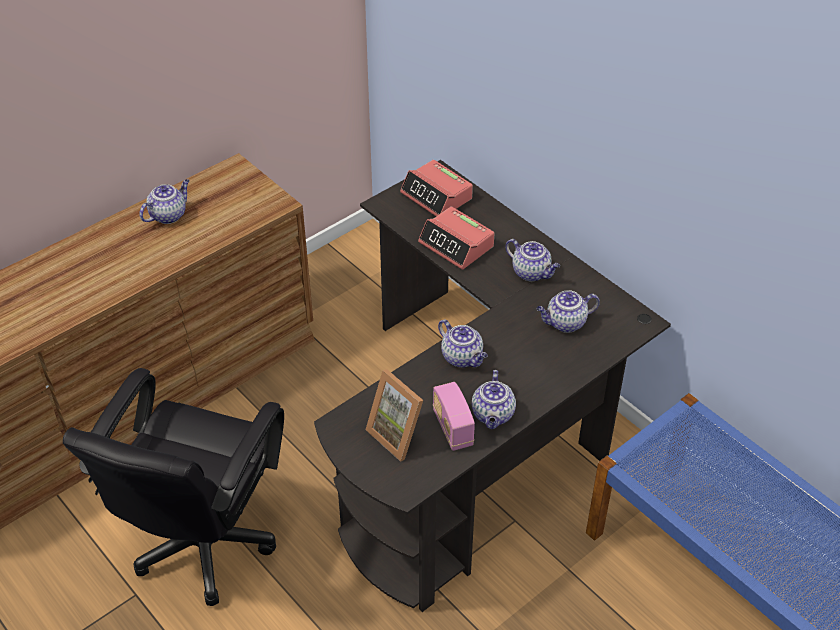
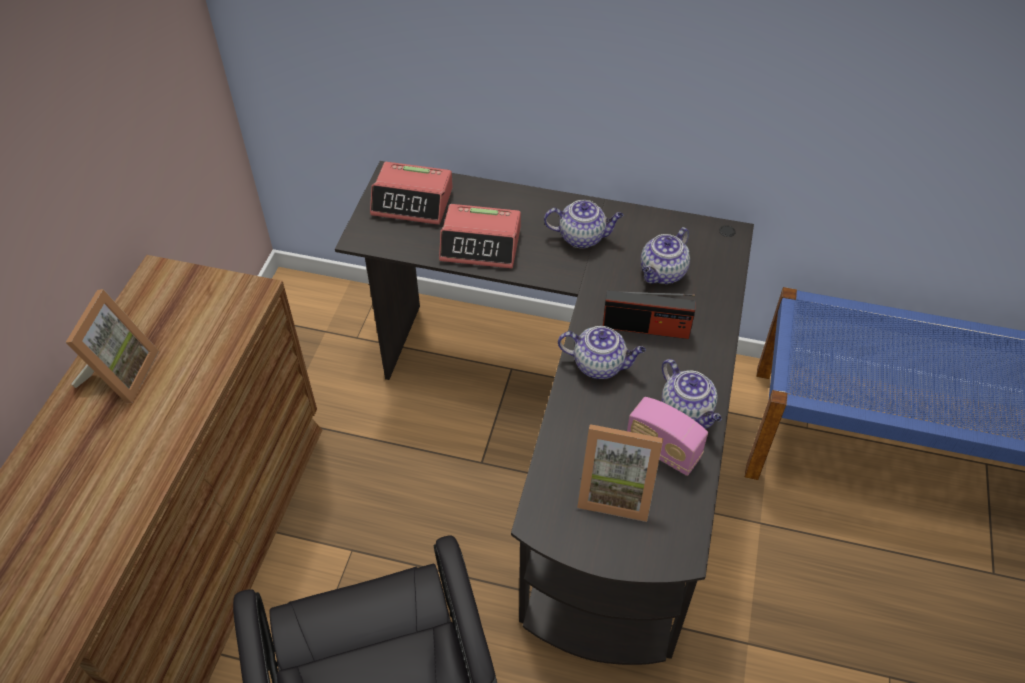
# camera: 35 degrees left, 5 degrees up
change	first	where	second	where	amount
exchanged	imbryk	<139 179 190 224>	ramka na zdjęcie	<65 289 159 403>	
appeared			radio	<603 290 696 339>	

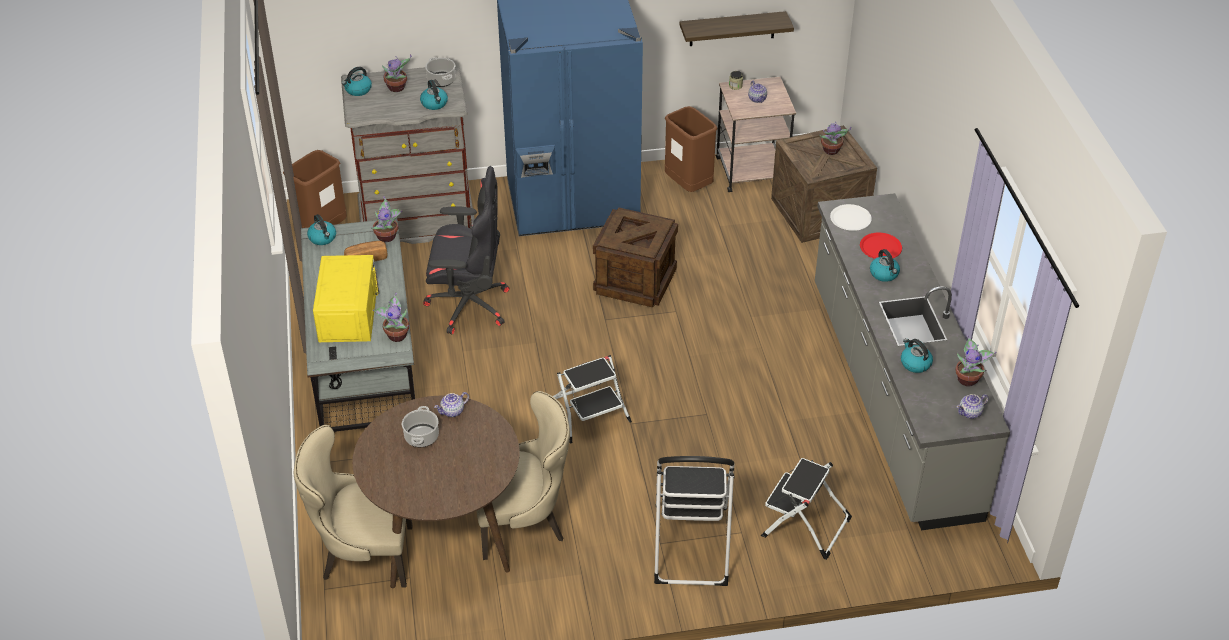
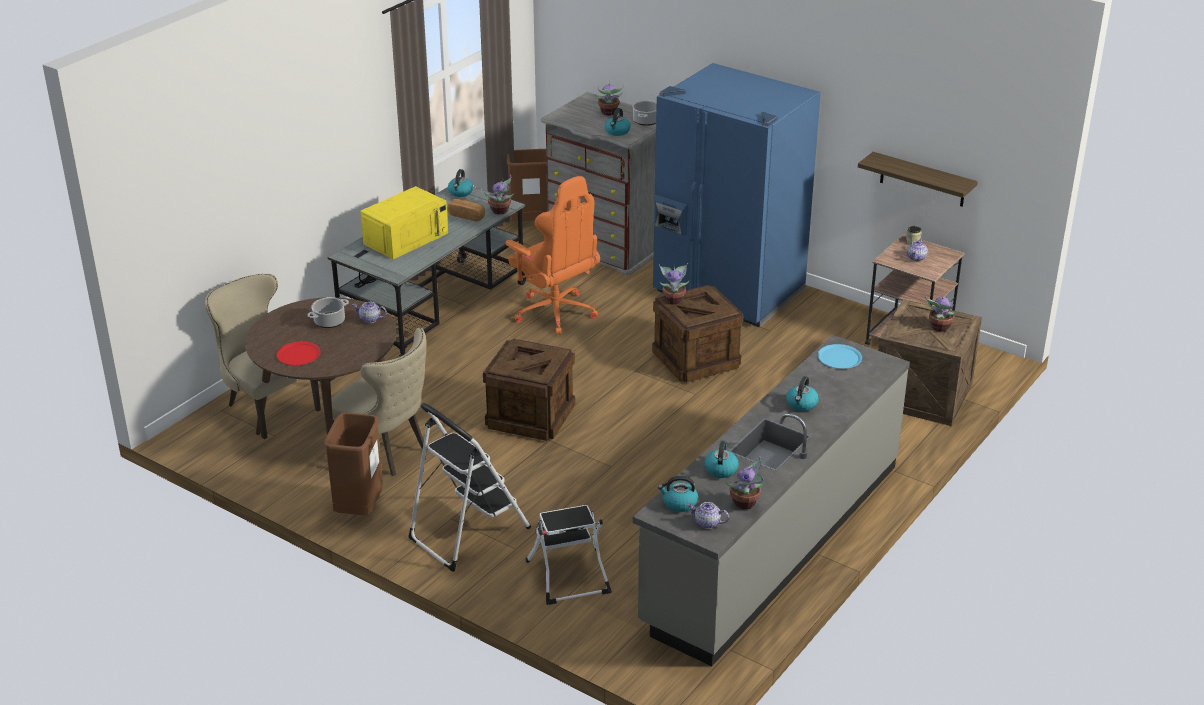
# camera: 45 degrees right, 10 degrees down
change	first	where	second	where	amount
relocated	czajnik	<342 67 372 96>		<658 476 698 512>	
relocated	roślina doniczkowa	<373 292 409 342>		<659 263 690 305>	
colour	krzesło biurowe (czarny)	<423 166 510 334>	krzesło biurowe (pomarańczowy)	<506 176 600 335>	
exchanged	drabinka	<553 355 632 444>	skrzynka	<483 339 575 441>	
relocated	kosz na śmieci (brązowy)	<665 106 718 192>		<324 412 383 515>	
colour	talerz (biały)	<830 204 872 231>	talerz (niebieski)	<818 344 862 369>	
relocated	talerz (czerwony)	<860 233 902 259>		<277 341 321 365>	

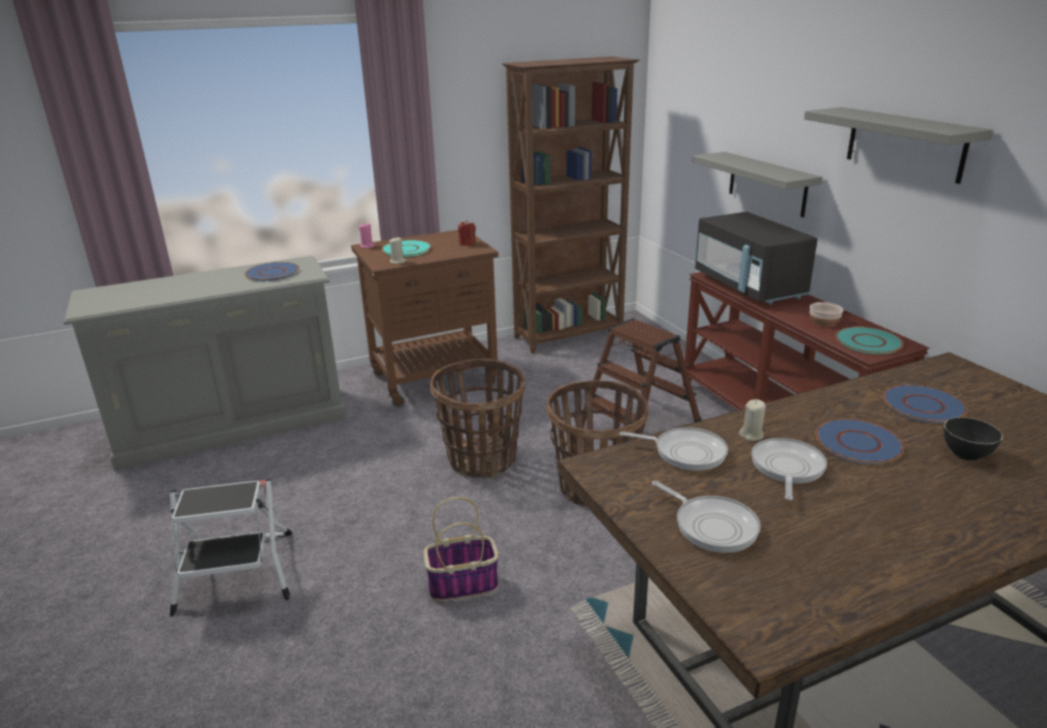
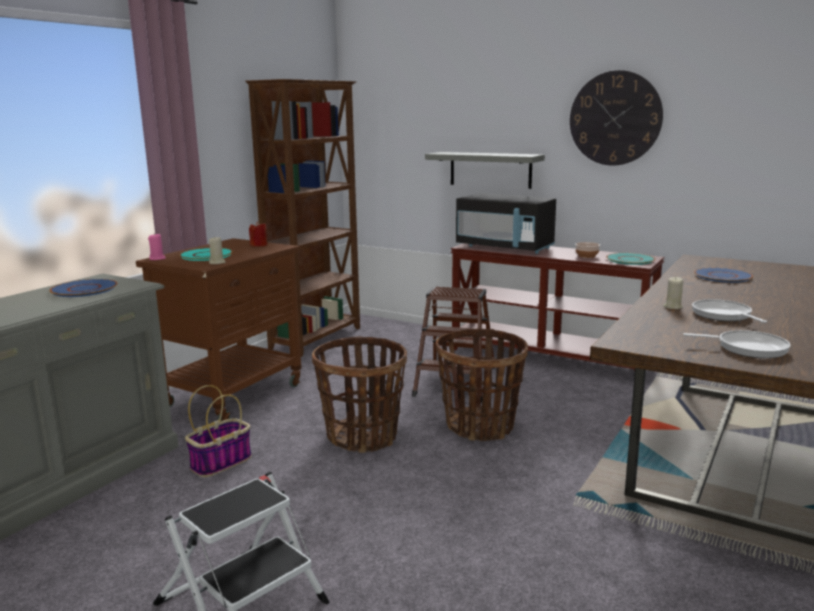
# camera: 35 degrees left, 10 degrees down
change	first	where	second	where	amount
relocated	koszyk	<424 497 499 601>		<185 385 252 477>	
missing	patelnia	<620 427 728 471>			
exchanged	półka (szary)	<804 107 993 184>	zegar ścienny	<570 70 663 166>	
missing	talerz (niebieski)	<815 419 904 464>			
missing	miska (czarny)	<944 417 1003 461>			

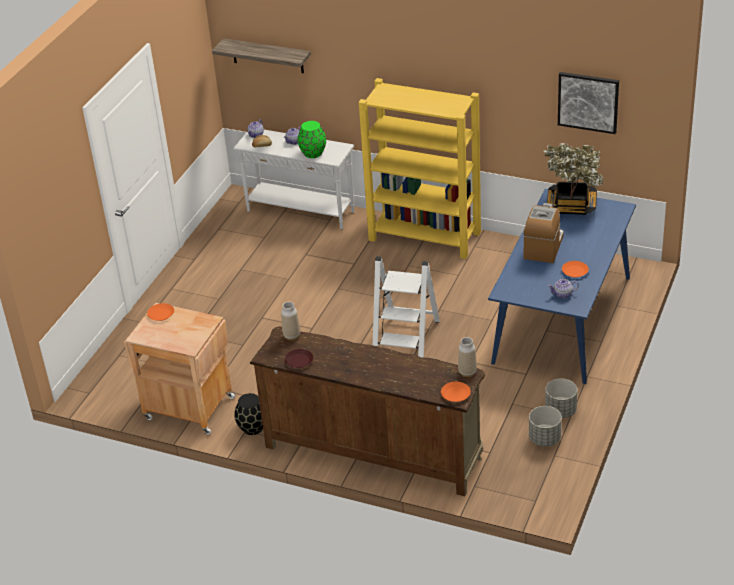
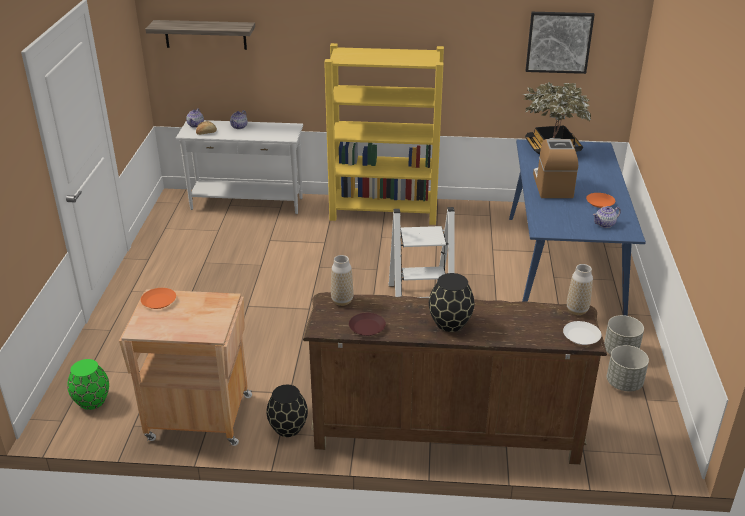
# camera: 20 degrees left, 5 degrees down
change	first	where	second	where	amount
relocated	wazon (zielony)	<298 121 326 158>		<67 359 109 410>	
colour	talerz (pomarańczowy)	<441 382 471 402>	talerz (biały)	<563 321 601 345>	
appeared			wazon (czarny)	<429 273 474 332>	

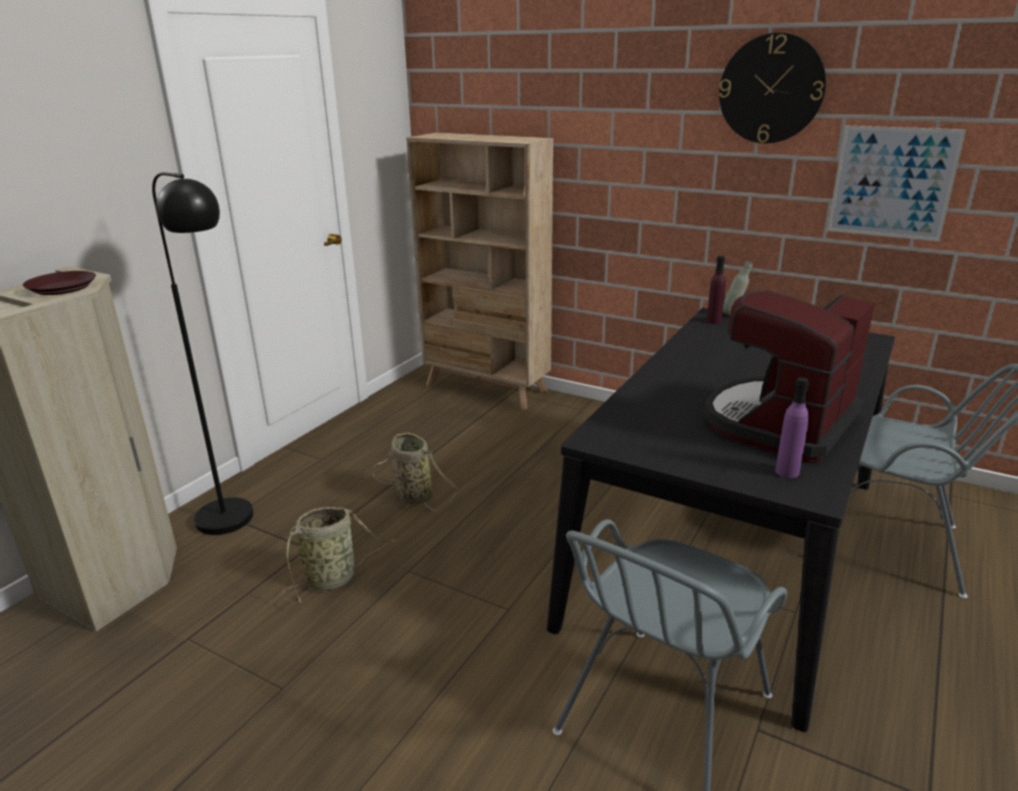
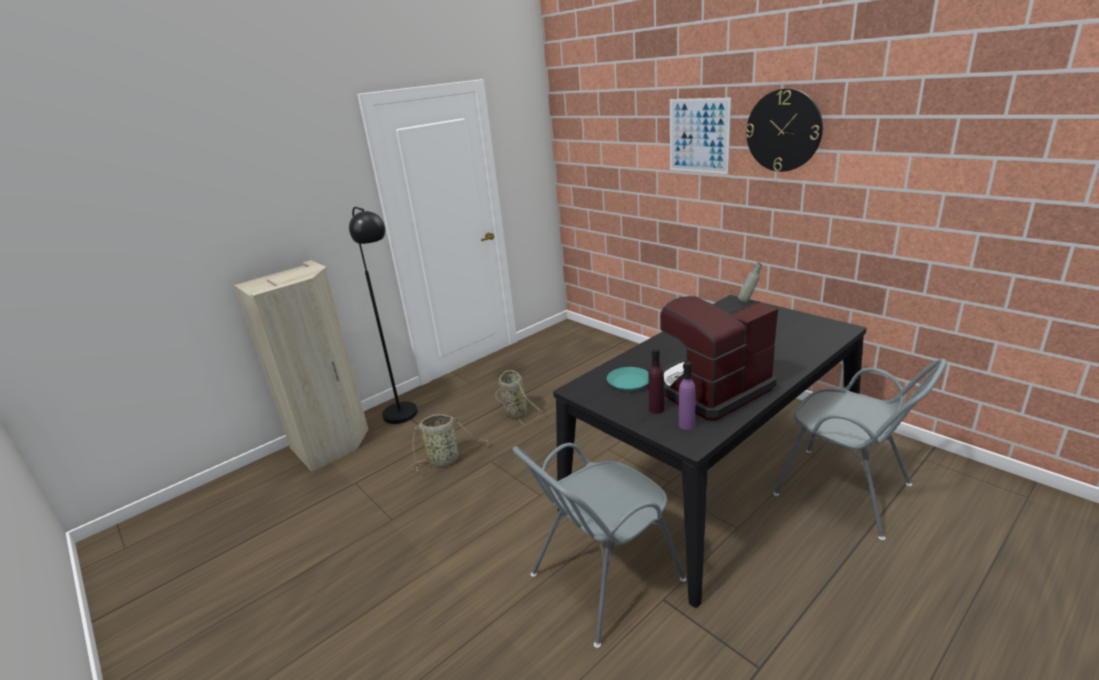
# camera: 20 degrees right, 0 degrees up
change	first	where	second	where	amount
missing	talerz (brązowy)	<23 271 96 295>			
missing	regał (beżowy)	<406 132 553 410>			
relocated	butelka (fioletowy)	<707 256 726 324>		<648 348 664 414>	
relocated	obraz	<827 125 966 242>		<670 97 731 174>	
appeared			talerz (turkusowy)	<607 367 649 391>	

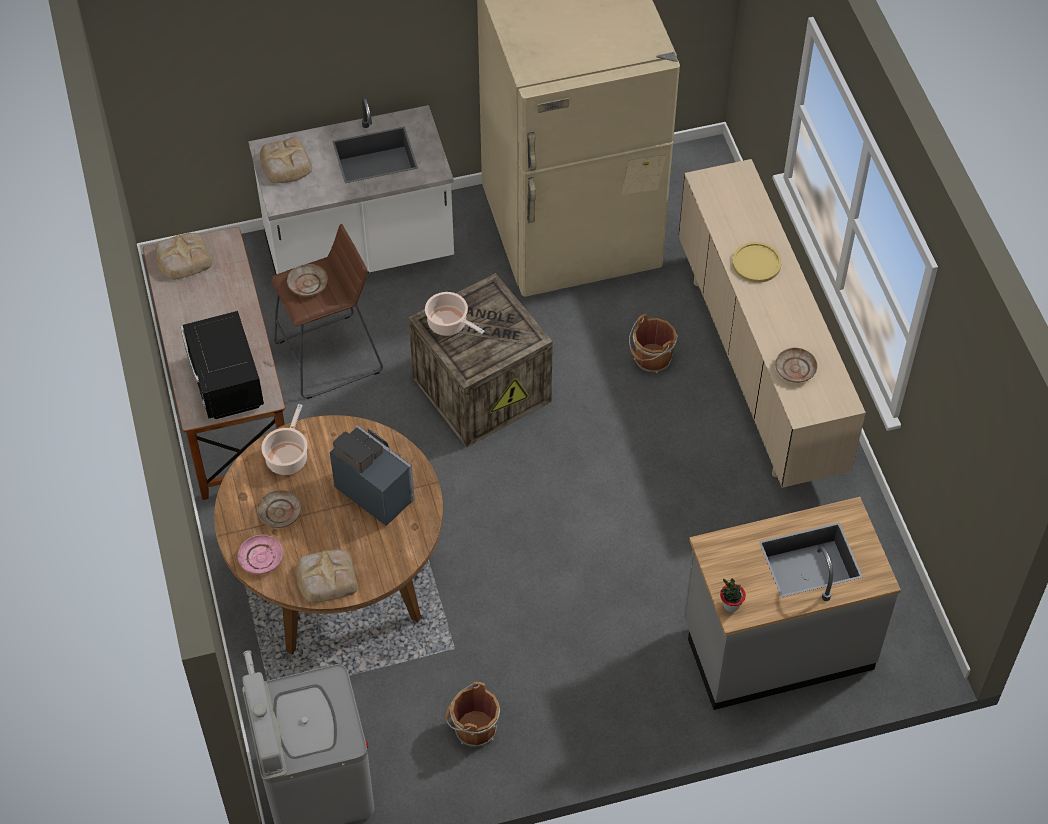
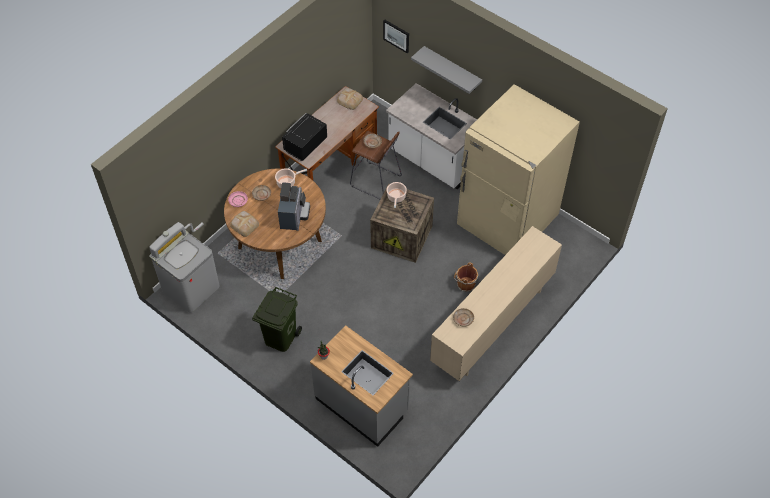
# camera: 55 degrees right, 0 degrees up
change	first	where	second	where	amount
missing	chleb	<260 137 312 183>			
missing	wiadro (brązowy)	<445 682 500 747>			
missing	talerz (żółty)	<732 242 781 283>			
appeared			kosz na śmieci (zielony)	<252 287 302 352>	
appeared			obraz	<383 19 409 53>	
appeared			półka (szary)	<411 46 482 94>	

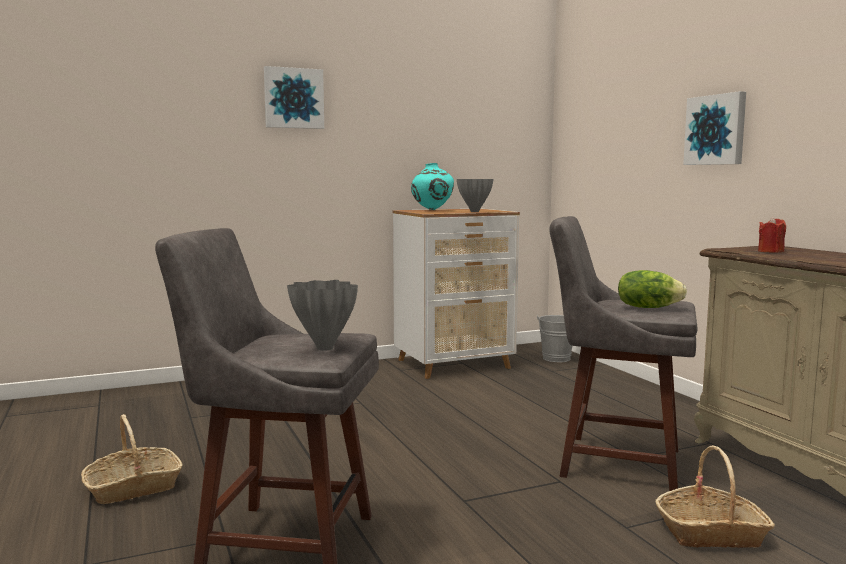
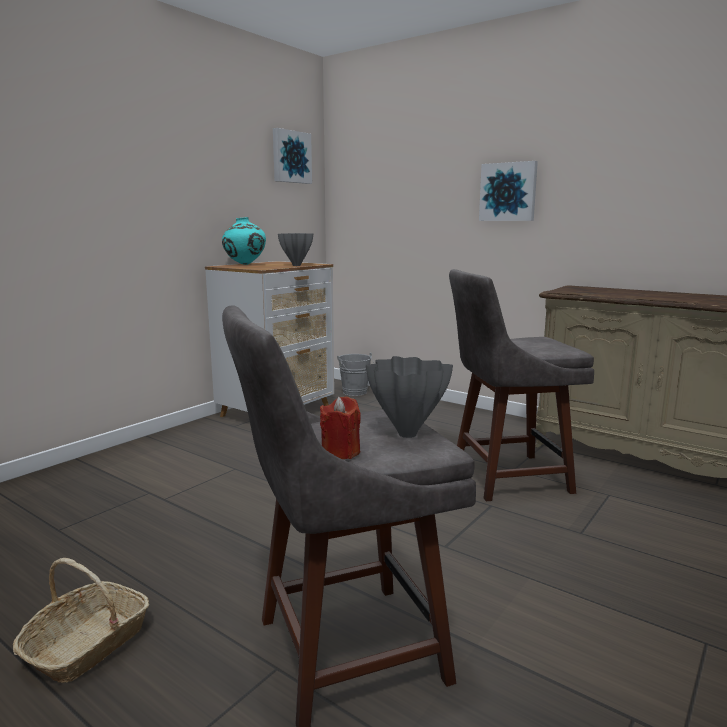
# camera: 30 degrees left, 5 degrees up
change	first	where	second	where	amount
relocated	obraz	<264 66 324 129>		<273 128 312 184>	
missing	sałata	<618 270 687 308>			
missing	koszyk	<656 445 775 548>			
relocated	świeca (czerwony)	<758 216 786 253>		<320 397 361 459>	

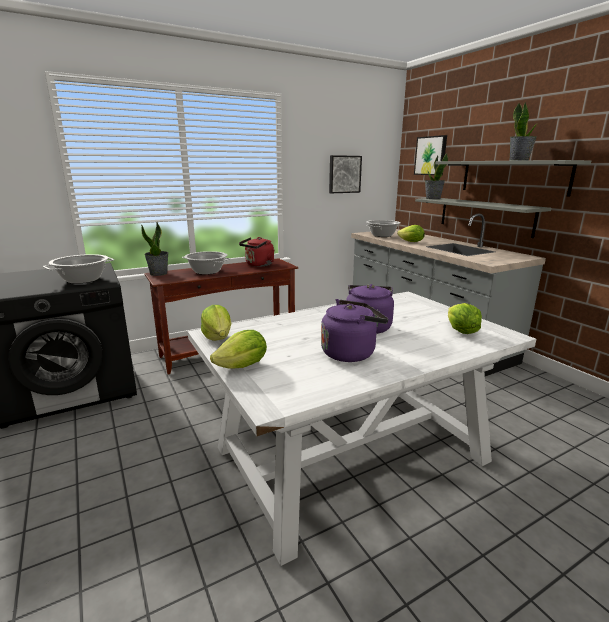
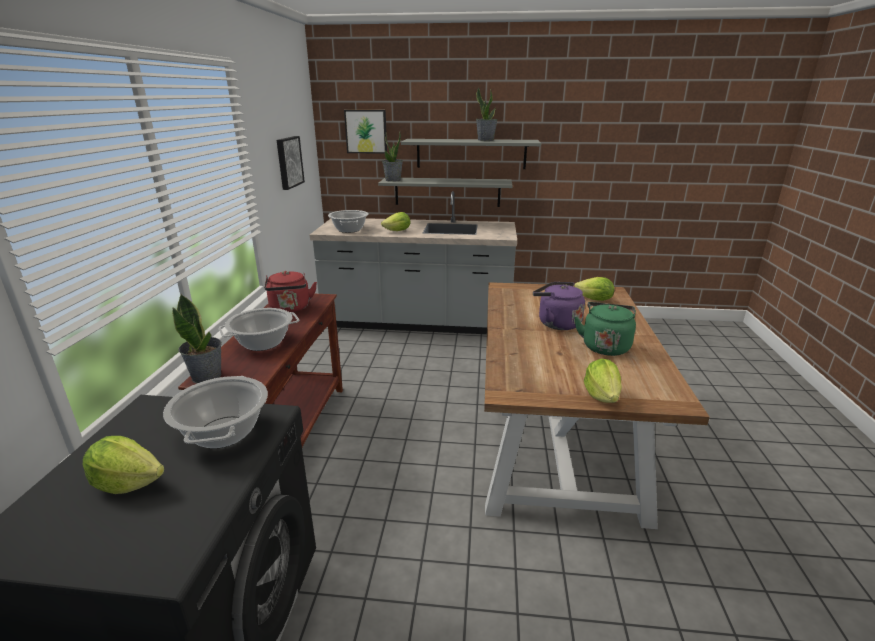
# camera: 55 degrees left, 5 degrees up
change	first	where	second	where	amount
colour	stół jadalny (biały)	<188 291 536 566>	stół jadalny (brązowy)	<484 282 710 529>	
relocated	sałata	<201 305 231 341>		<83 436 164 494>	
colour	czajnik (fioletowy)	<321 300 389 362>	czajnik (zielony)	<575 302 636 356>	

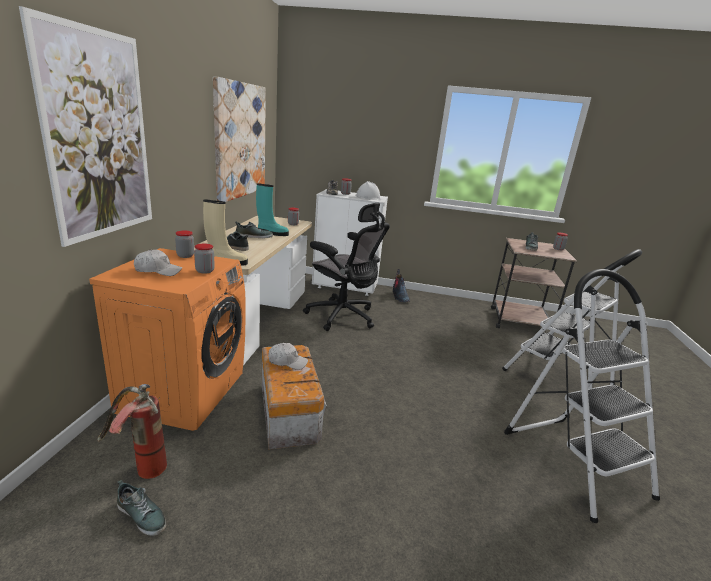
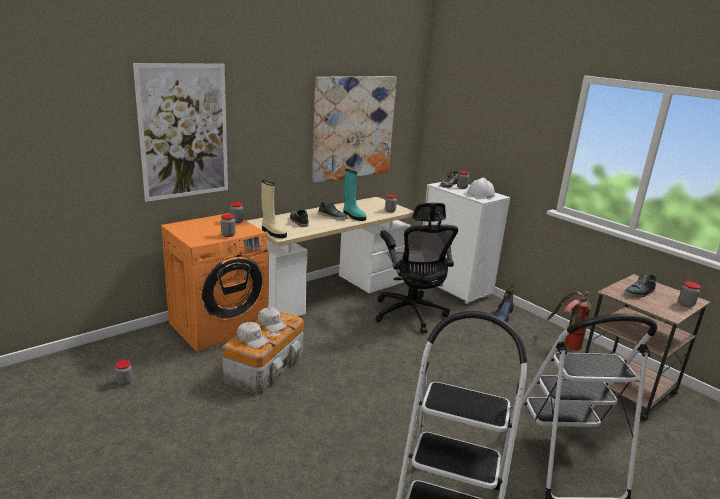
# camera: 40 degrees right, 0 degrees up
change	first	where	second	where	amount
relocated	gaśnica	<98 384 167 479>		<546 291 591 350>	
exchanged	but	<117 480 166 536>	słoik	<115 360 133 386>	
relocated	czapka z daszkiem (biały)	<134 250 182 276>		<237 322 270 349>	

